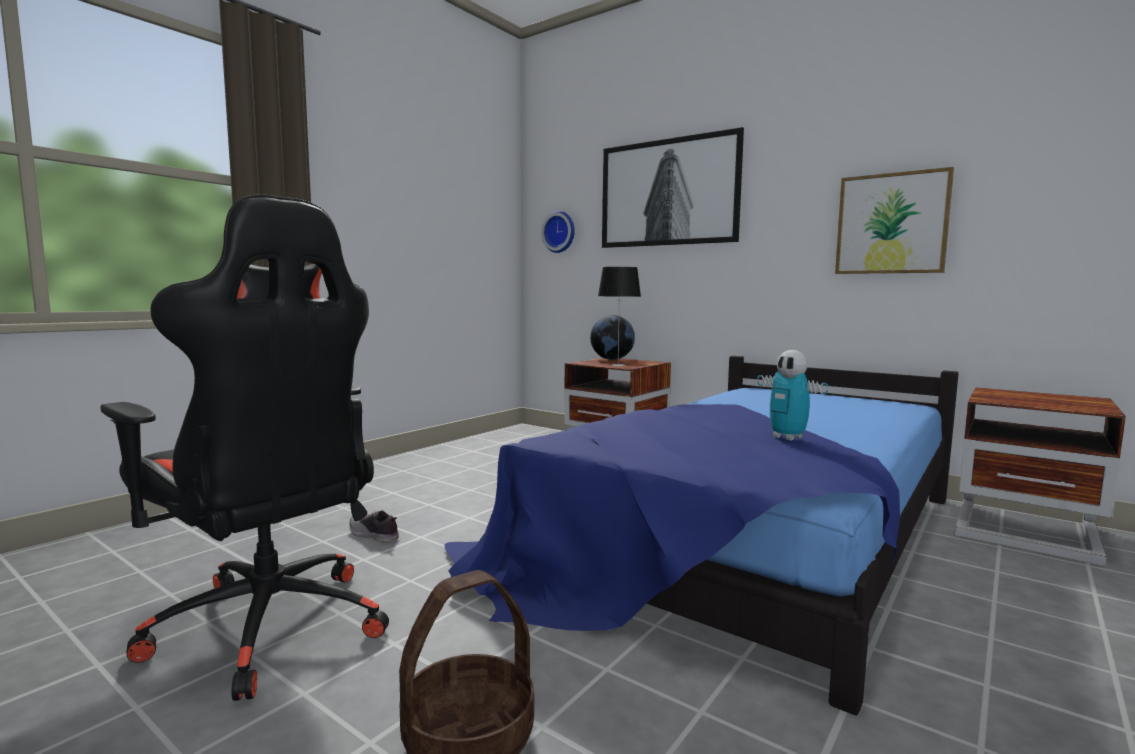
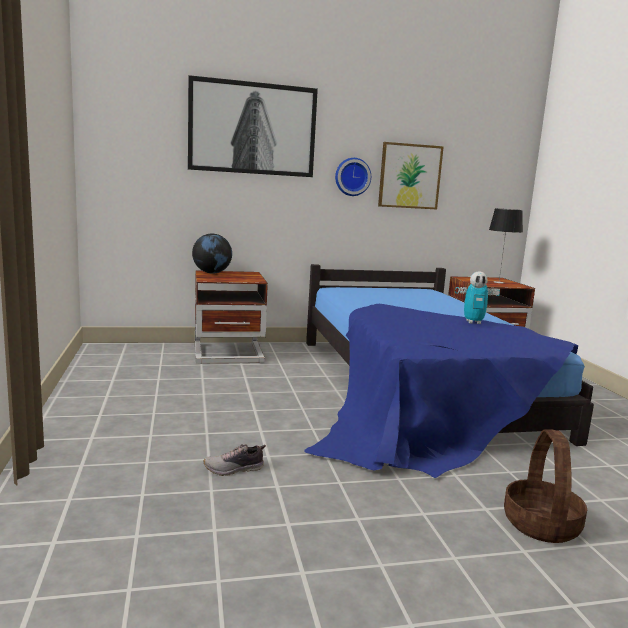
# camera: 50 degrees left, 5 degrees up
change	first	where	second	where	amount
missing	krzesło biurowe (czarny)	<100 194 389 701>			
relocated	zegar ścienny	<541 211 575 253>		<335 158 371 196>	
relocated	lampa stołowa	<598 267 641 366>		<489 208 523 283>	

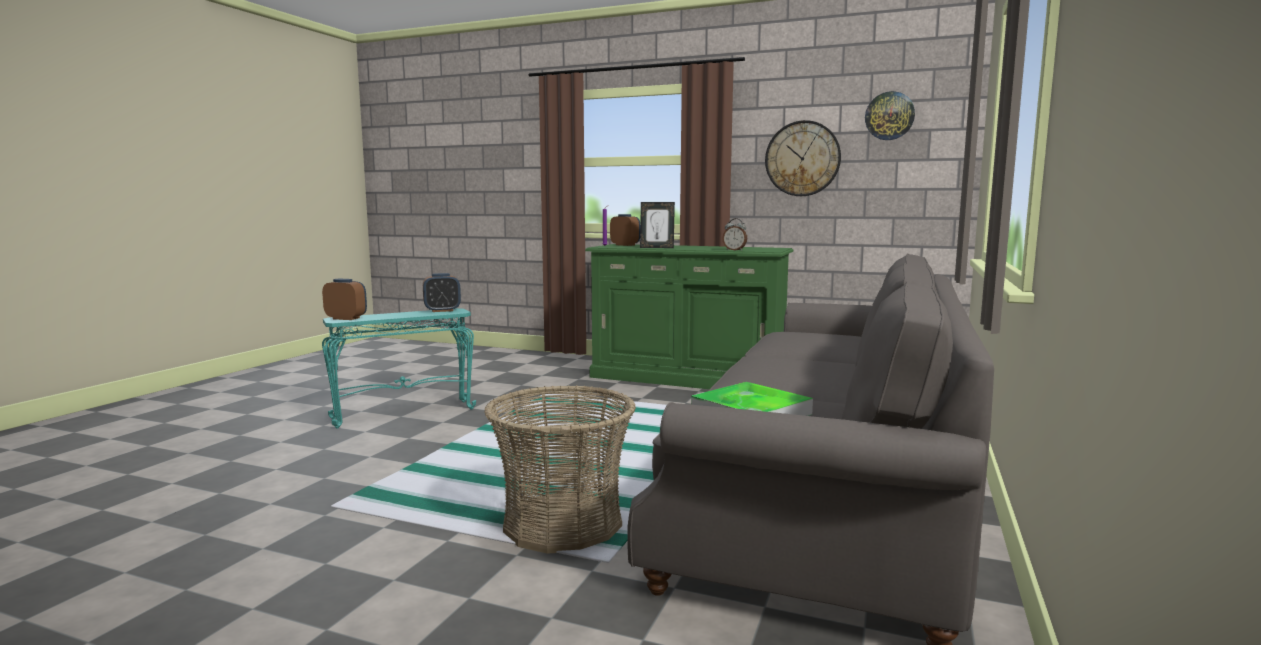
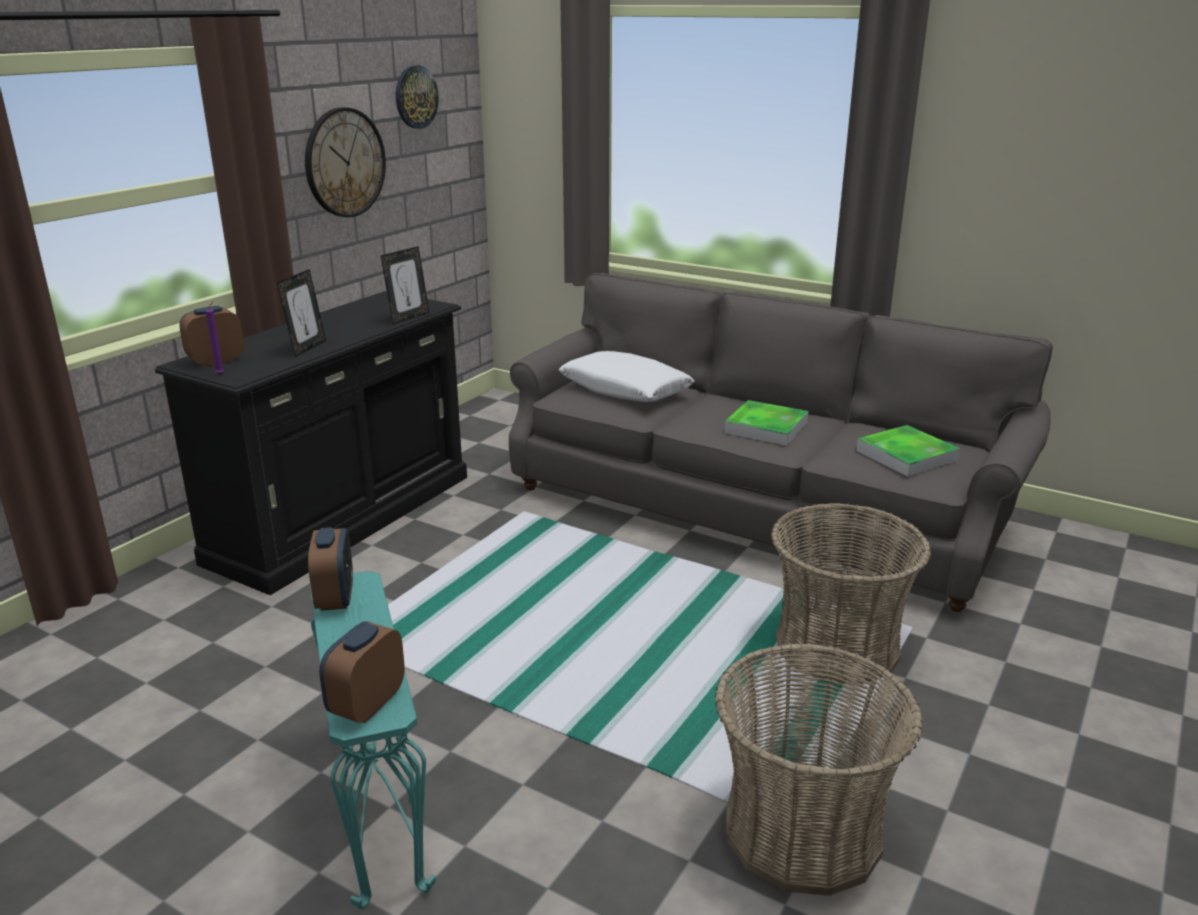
# camera: 80 degrees left, 15 degrees up
change	first	where	second	where	amount
colour	szafka (zielony)	<585 244 793 389>	szafka (czarny)	<155 291 467 595>	
exchanged	budzik	<723 218 747 251>	ramka na zdjęcie	<381 246 429 325>	
appeared			poduszka (biały)	<559 351 695 402>	
appeared			koszyk	<715 643 923 896>	
appeared			taca	<724 400 808 446>	

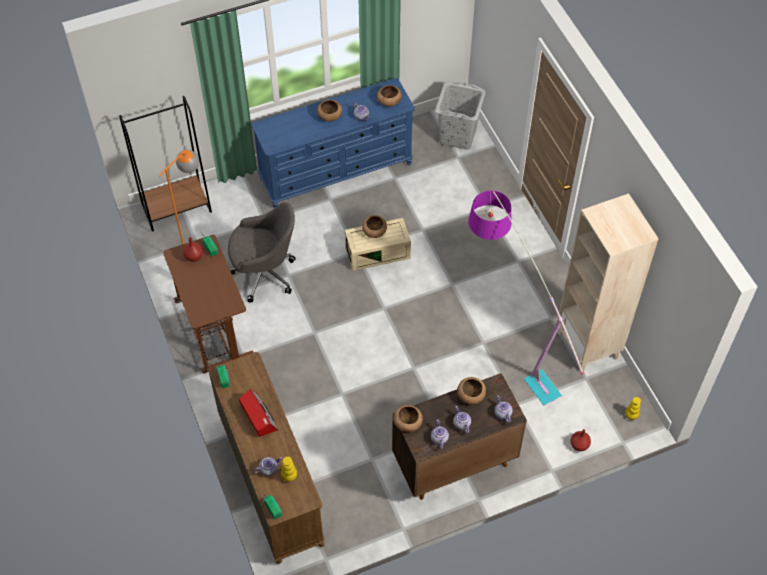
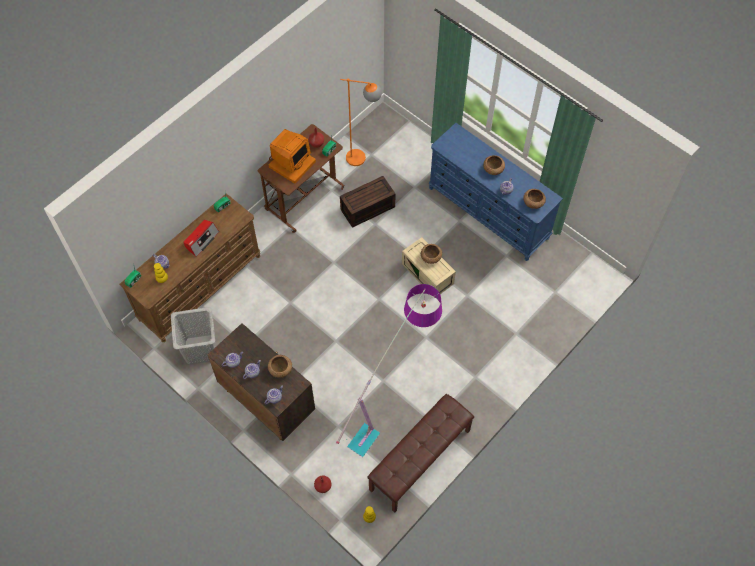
# camera: 65 degrees right, 5 degrees up
change	first	where	second	where	amount
missing	wieszak	<119 96 212 231>			
exchanged	krzesło biurowe (szary)	<228 202 296 303>	pojemnik do przechowywania (brązowy)	<340 176 396 228>	
missing	miska (brązowy)	<393 405 423 432>			
relocated	kosz na pranie (szary)	<435 82 486 150>		<171 307 216 365>	
exchanged	regał (beżowy)	<557 193 659 372>	ławka (brązowy)	<367 394 474 513>	
appeared			monitor	<269 129 316 184>	

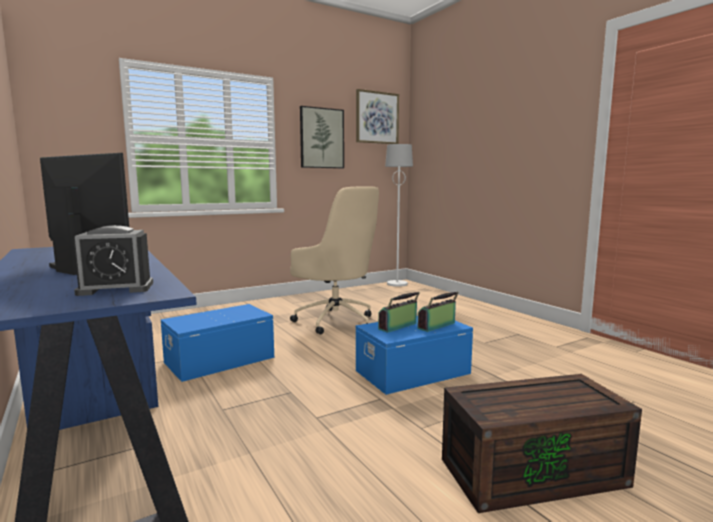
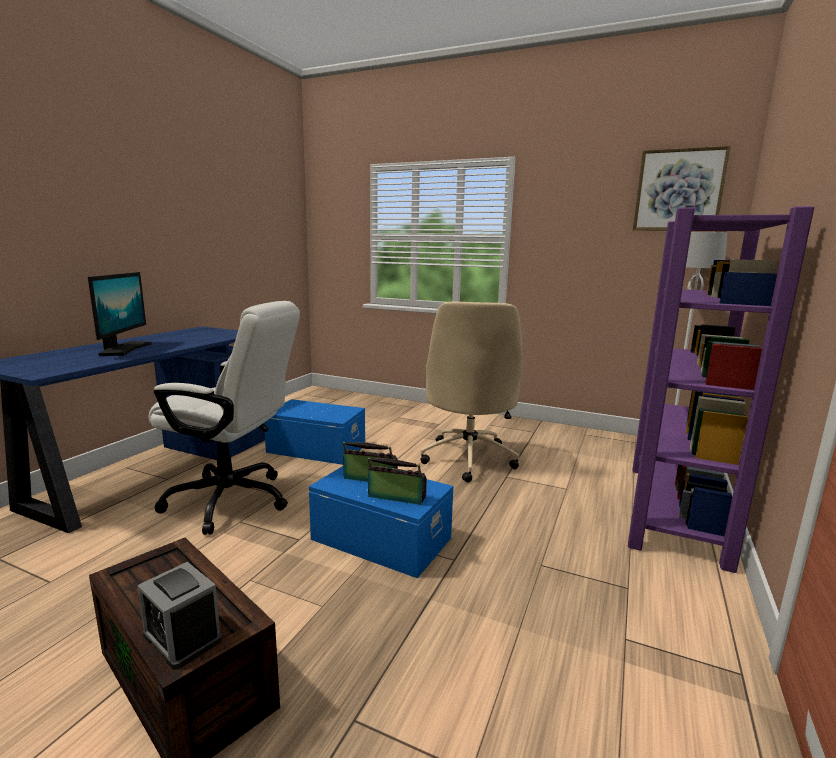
# camera: 55 degrees right, 5 degrees up
change	first	where	second	where	amount
relocated	budzik	<73 225 153 296>		<137 562 222 670>	
missing	obraz	<300 106 344 168>			
appeared			krzesło biurowe (biały)	<148 301 300 535>	
appeared			regał (fioletowy)	<628 206 814 573>	

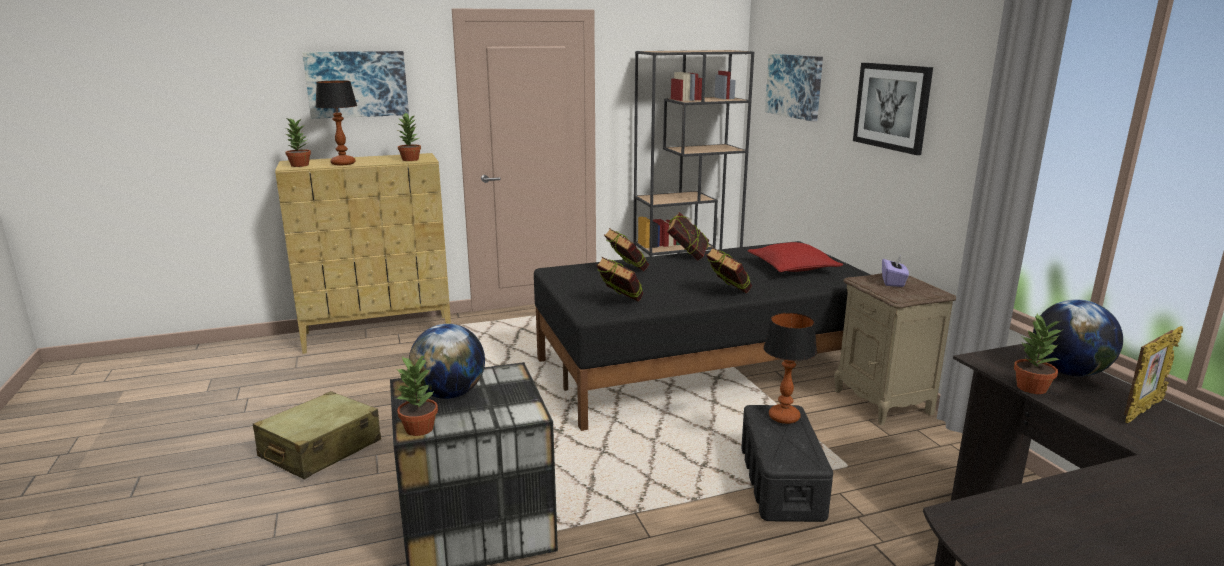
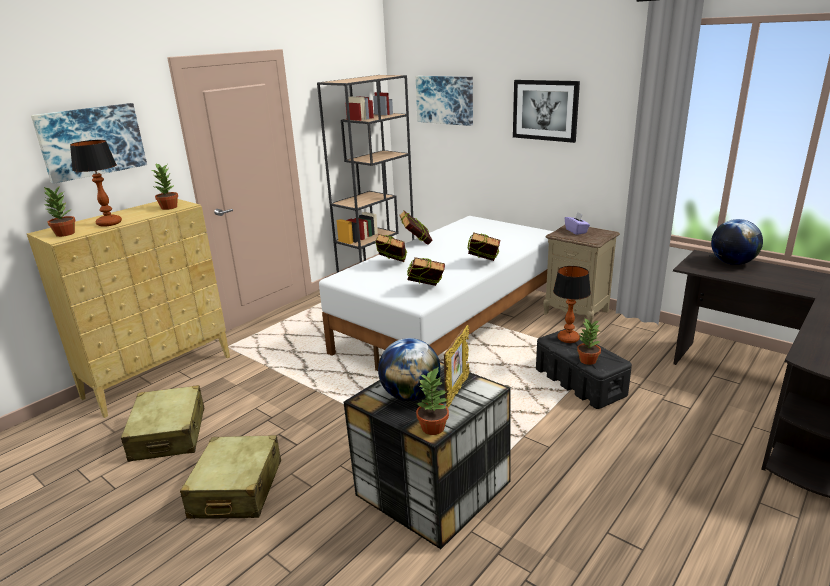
# camera: 30 degrees left, 5 degrees up
change	first	where	second	where	amount
colour	łóżko (czarny)	<534 241 871 431>	łóżko (biały)	<319 216 554 371>	
missing	poduszka (czerwony)	<748 242 843 272>			
relocated	roślina doniczkowa	<1014 314 1064 394>		<577 319 601 365>	
relocated	ramka na zdjęcie	<1124 326 1183 423>		<444 325 469 408>	
appeared			walizka (beżowy)	<121 385 204 462>	

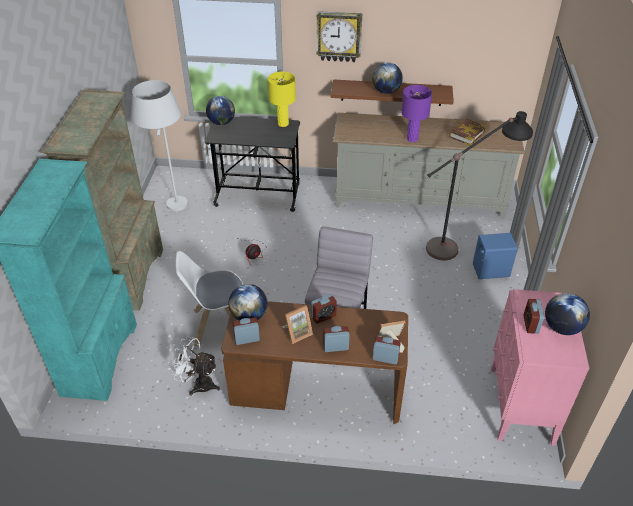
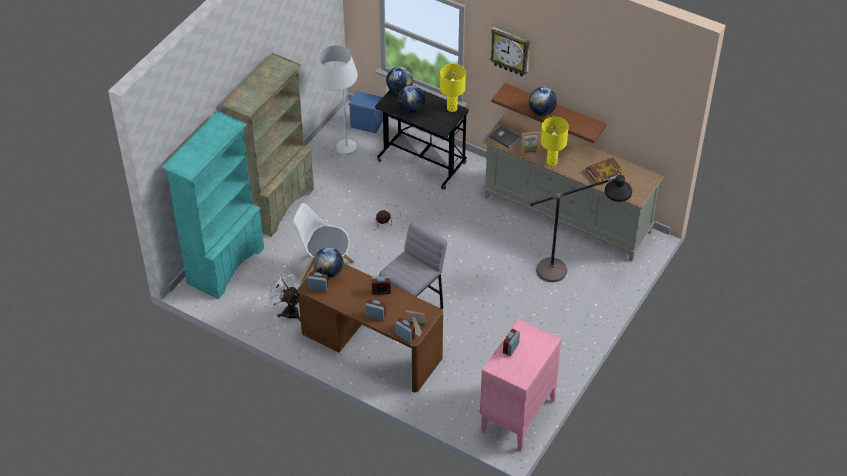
# camera: 25 degrees right, 5 degrees up
change	first	where	second	where	amount
relocated	ramka na zdjęcie	<282 305 313 344>		<521 132 539 156>	
colour	lampa stołowa (fioletowy)	<401 85 432 142>	lampa stołowa (żółty)	<541 117 569 166>	
relocated	głośnik (niebieski)	<473 233 518 279>		<348 91 383 133>	
relocated	globus	<545 293 590 335>		<398 86 425 113>	
appeared			książka (szary)	<489 126 520 148>	

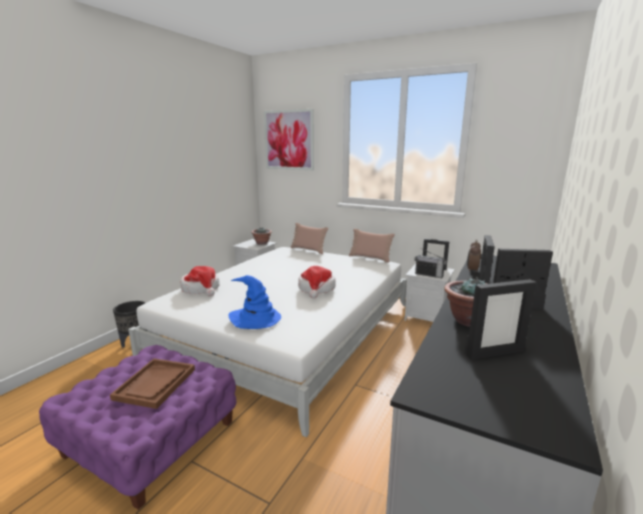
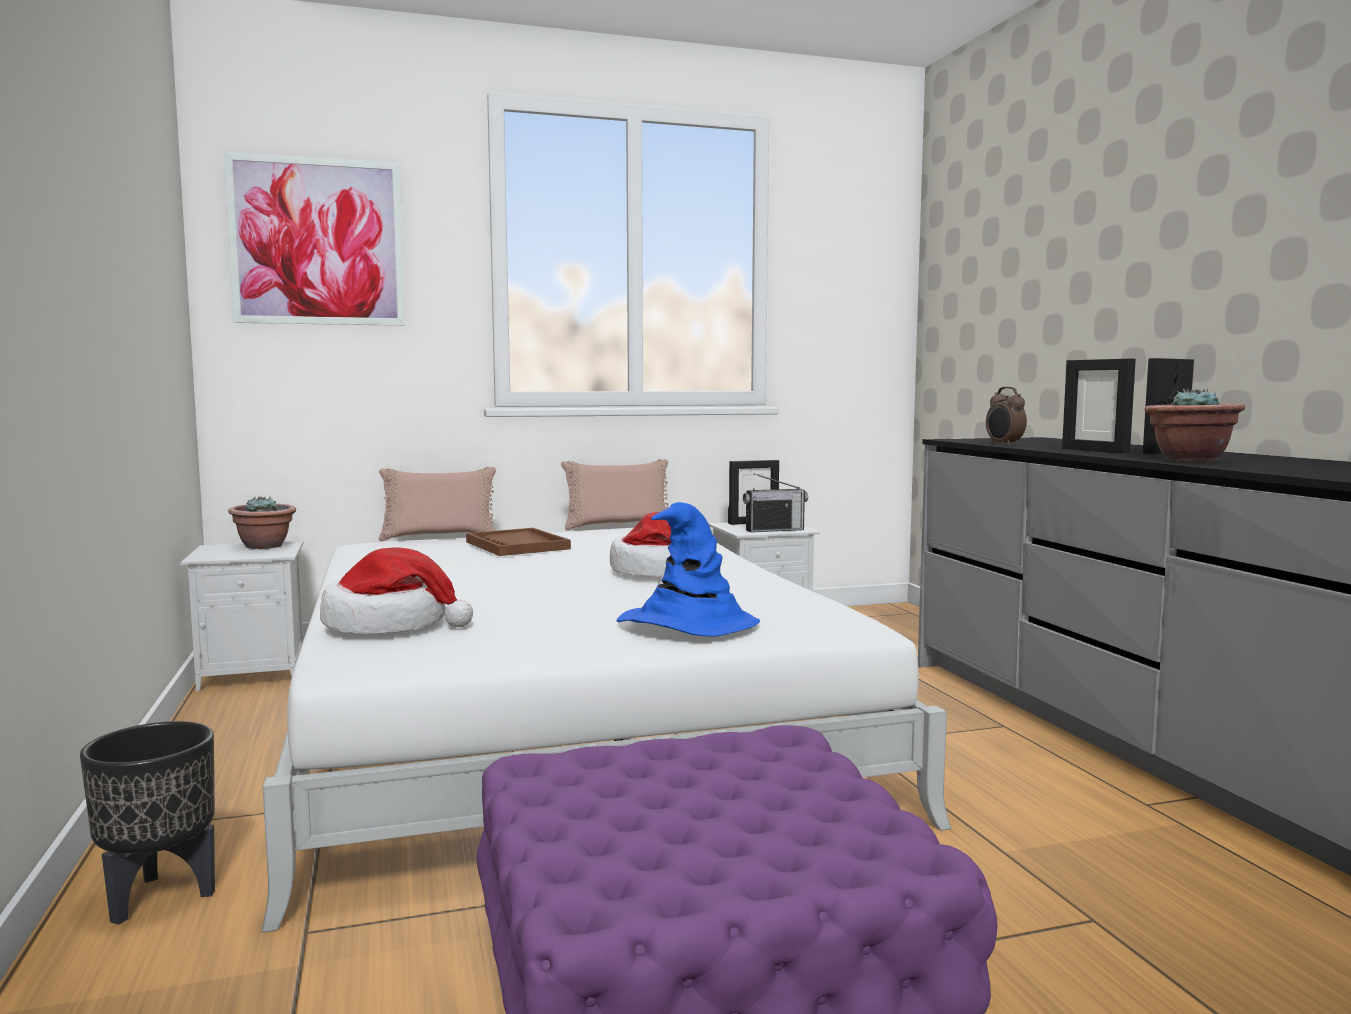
# camera: 45 degrees left, 10 degrees down
change	first	where	second	where	amount
relocated	taca (brązowy)	<110 358 195 409>		<466 528 571 556>	
missing	ramka na zdjęcie	<465 279 537 360>			

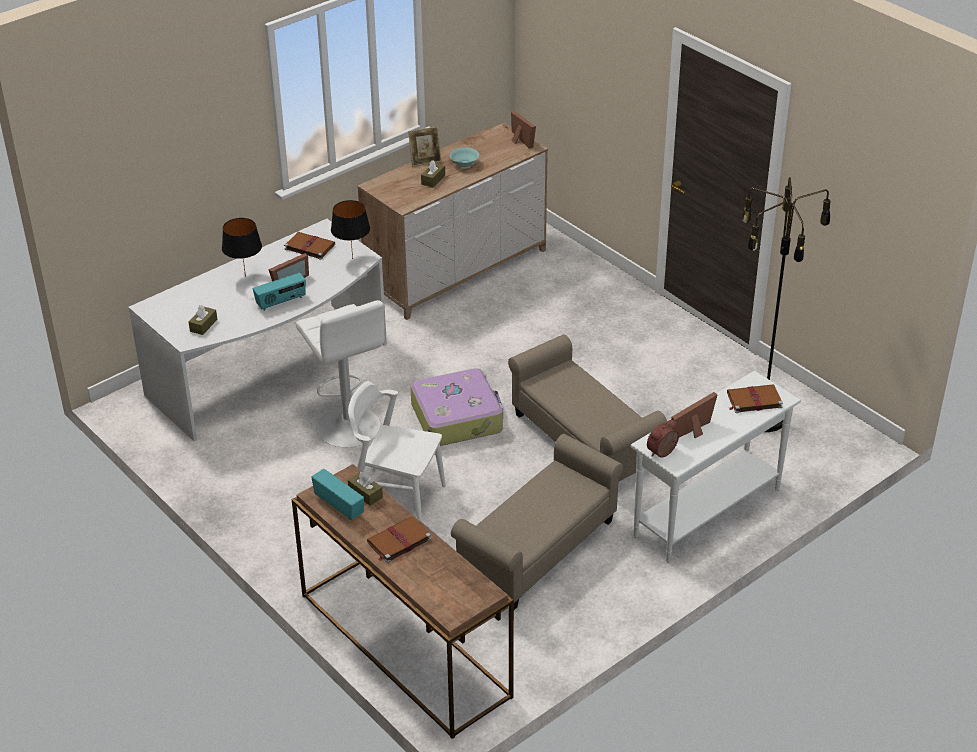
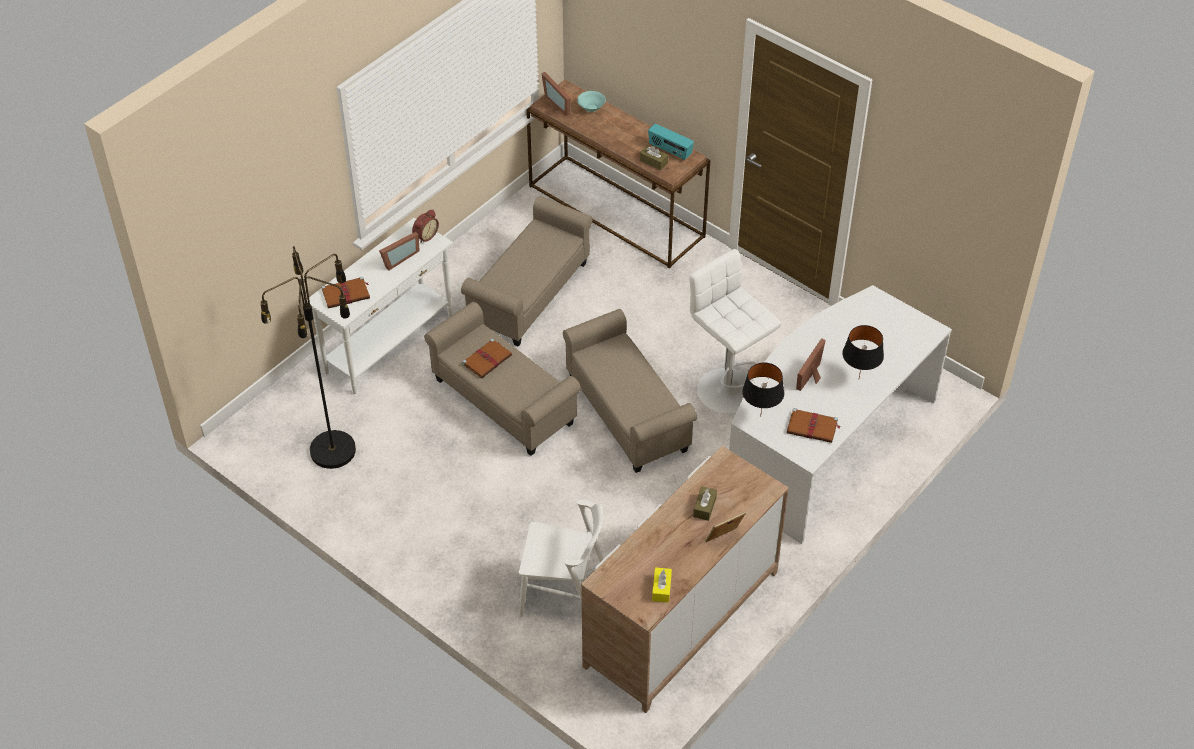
# camera: 170 degrees right, 10 degrees up
change	first	where	second	where	amount
missing	pudełko chusteczek (brązowy)	<189 305 217 335>			
missing	radio	<253 273 306 311>			
relocated	krzesło (biały)	<348 381 446 522>		<519 500 603 617>	
relocated	książka (brązowy)	<367 517 431 563>		<462 339 512 378>	
exchanged	walizka	<410 368 503 446>	pufa (beżowy)	<563 309 697 473>	
relocated	miska (turkusowy)	<450 147 479 168>		<577 91 606 112>	
relocated	ramka na zdjęcie	<511 111 536 149>		<541 72 571 116>	
appeared			pudełko chusteczek (żółty)	<652 567 672 602>	

